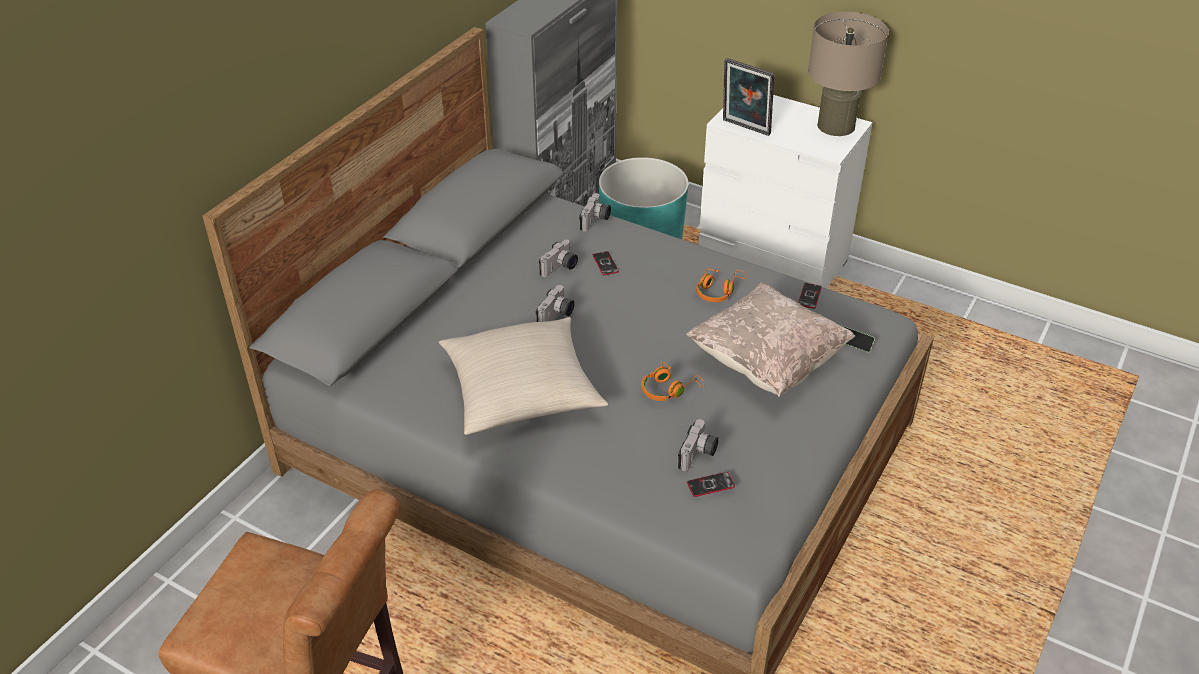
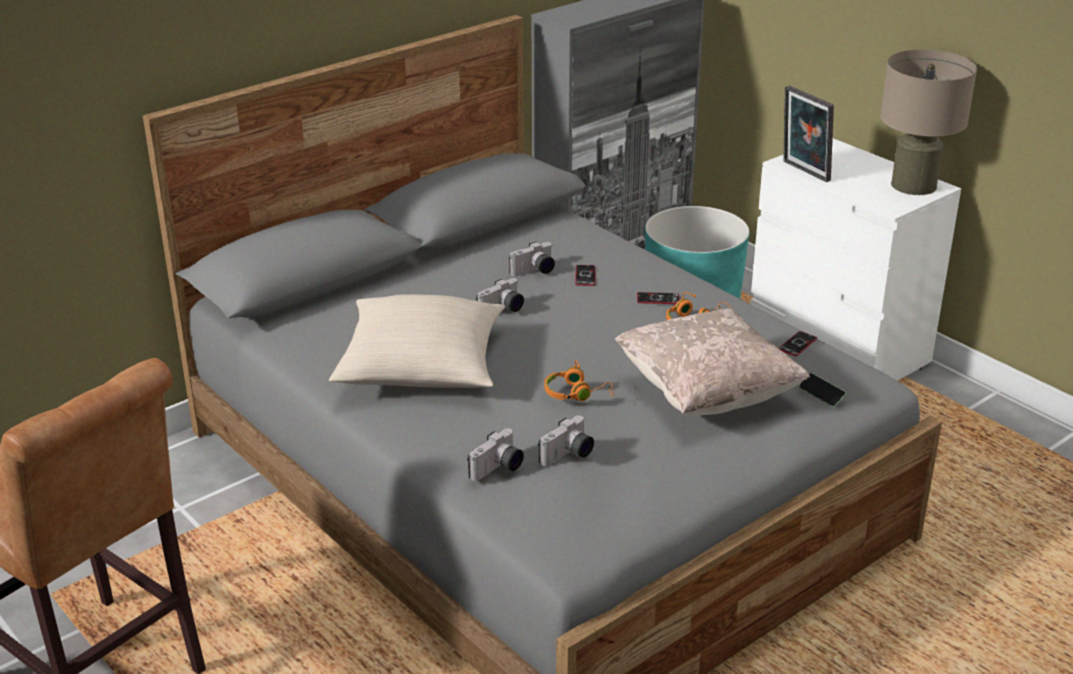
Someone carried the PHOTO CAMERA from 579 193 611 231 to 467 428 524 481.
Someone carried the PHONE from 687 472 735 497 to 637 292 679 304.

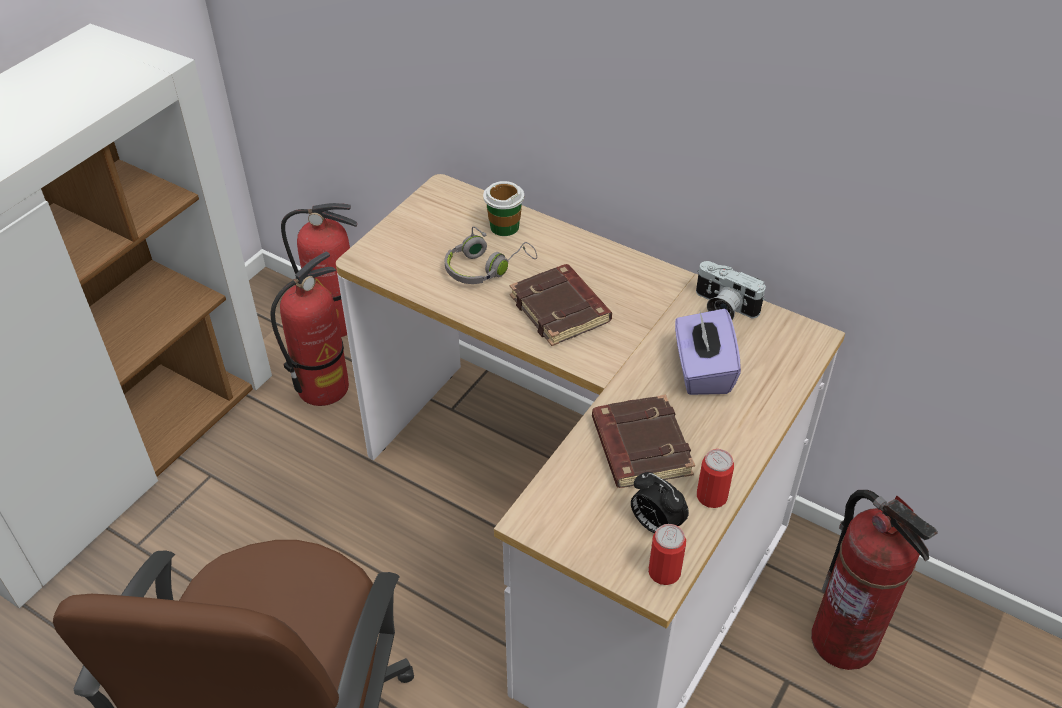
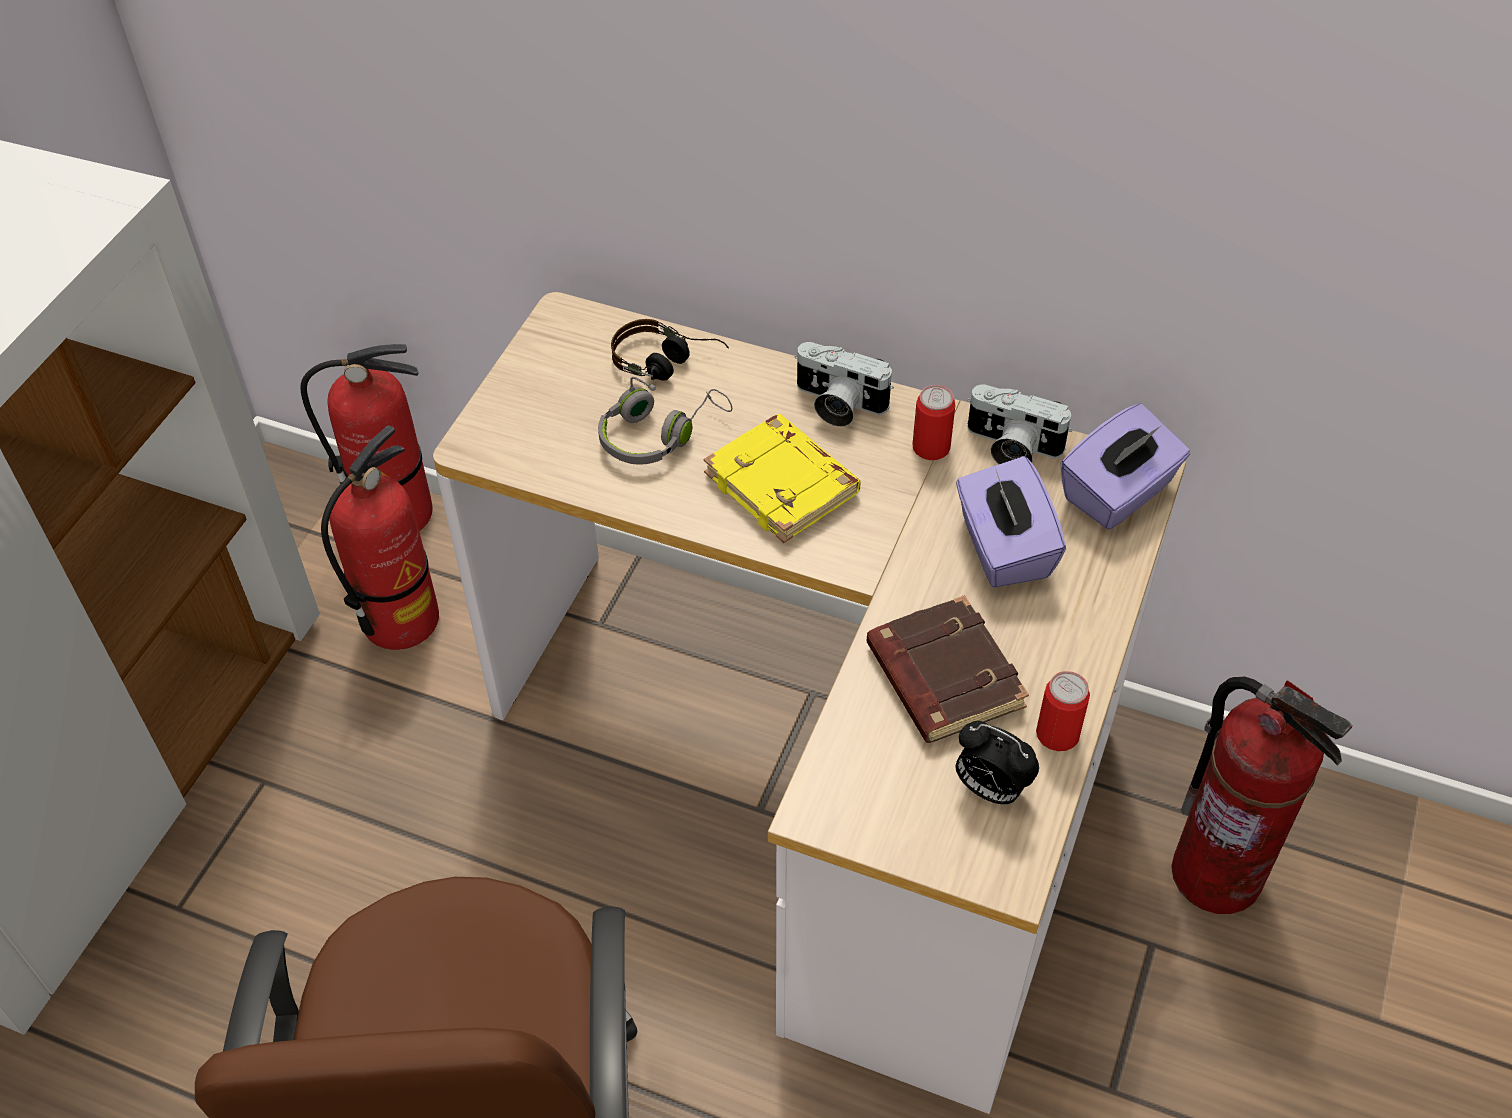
Someone put down the PHOTO CAMERA at 795 342 894 427.
Someone put down the PURPLE TISSUE BOX at 1060 404 1190 529.
Someone carried the CAN from 648 524 686 585 to 912 385 955 460.
Someone swapped the CUP at 483 181 524 236 for the HEADPHONES at 611 319 729 381.
Someone repainted the BROWN BOOK at 510 264 612 346, which became the YELLOW BOOK at 704 414 861 543.

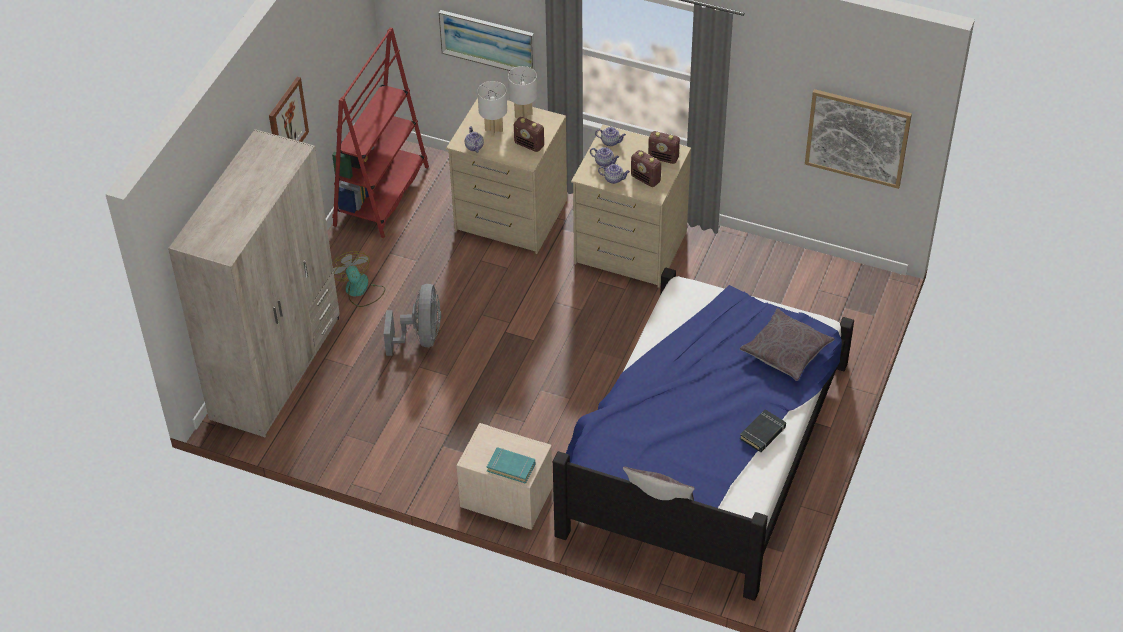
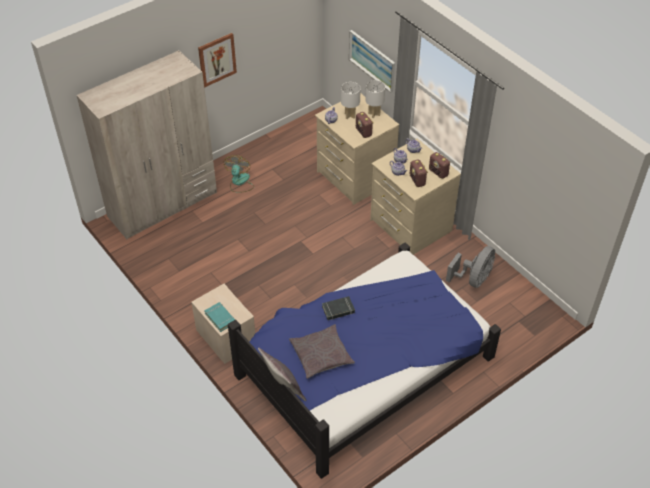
Someone took away the RED BOOKCASE at 332 28 429 238.
Someone took away the PICTURE at 805 89 912 189.
Someone carried the GREY FAN from 384 284 441 356 to 446 246 495 288.
Someone carried the GREY PILLOW from 740 308 835 381 to 289 324 355 379.
Someone carried the BLACK BOOK from 740 409 786 452 to 322 296 355 320.

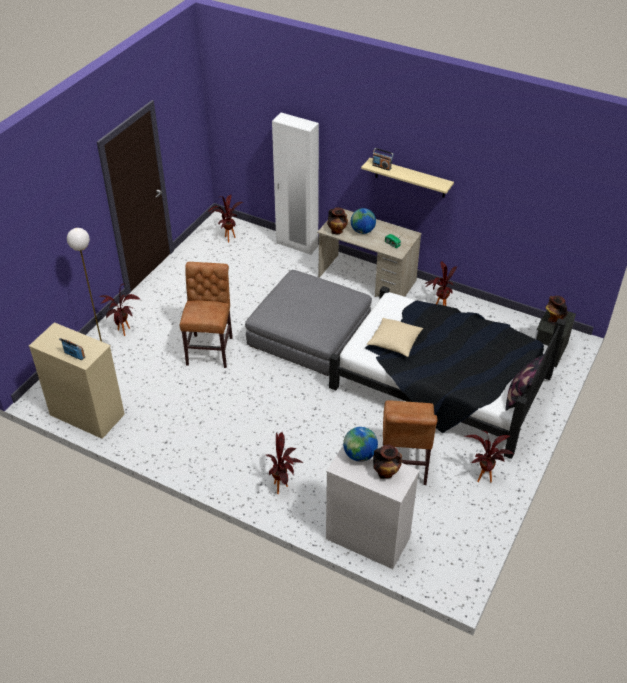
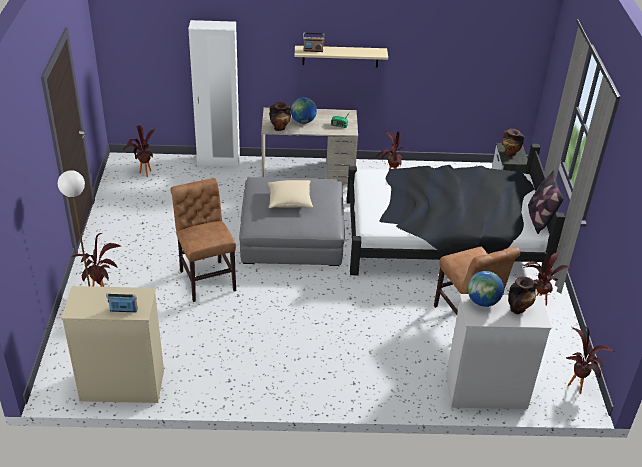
Someone carried the POTTED PLANT from 265 432 303 494 to 566 325 615 394.
Someone carried the BEIGE PILLOW from 367 318 424 357 to 268 180 313 208.

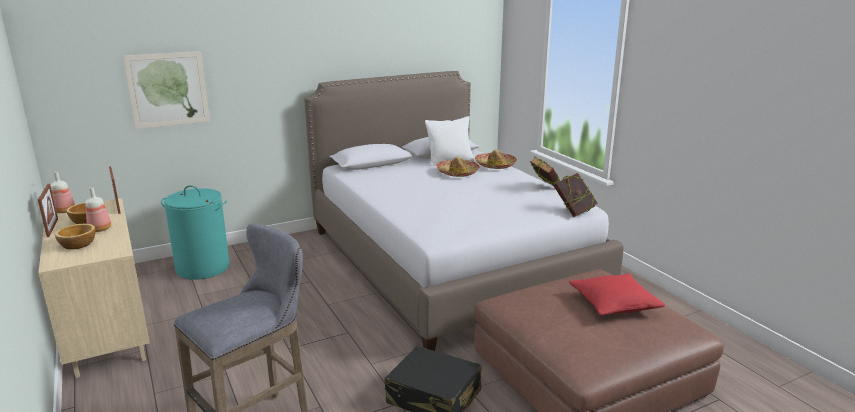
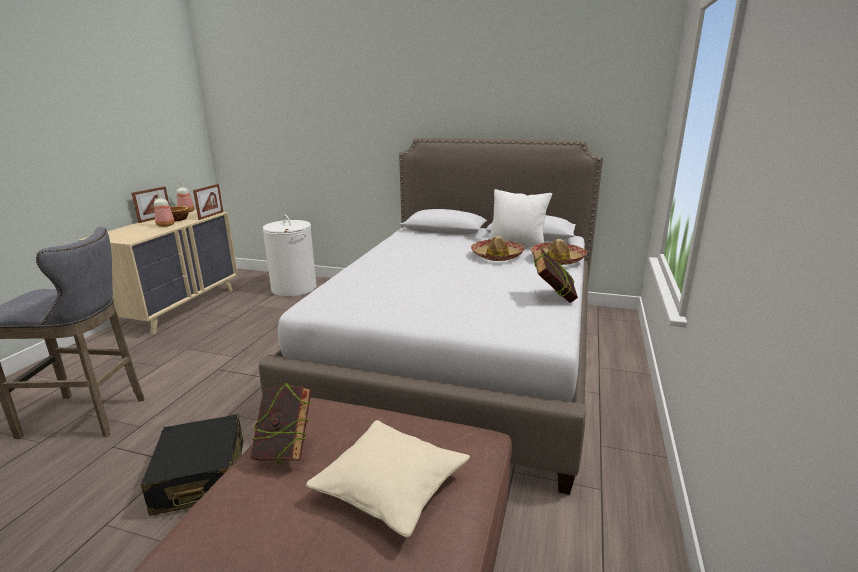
Someone took away the BOWL at 55 224 96 249.
Someone took away the PICTURE at 123 51 210 129.
Someone carried the BOOK from 554 173 598 217 to 250 383 311 463.
Someone repainted the TURQUOISE LAUNDRY BASKET at 161 185 230 280, which became the WHITE LAUNDRY BASKET at 263 214 317 297.
Someone repainted the RED PILLOW at 569 273 665 315, which became the BEIGE PILLOW at 306 420 470 538.

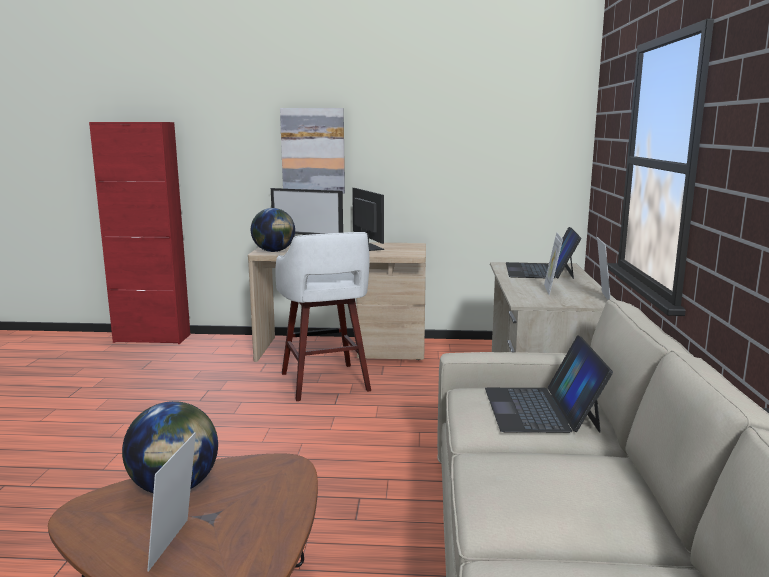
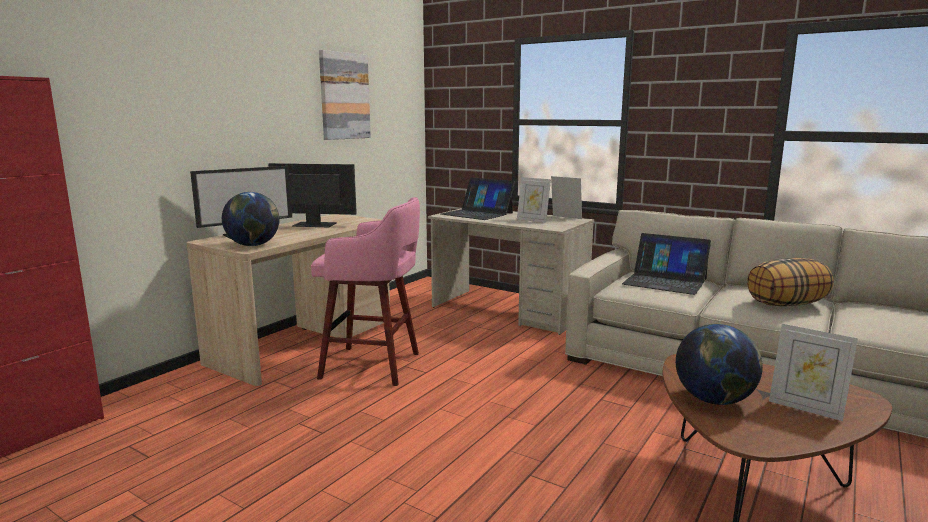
Someone put down the PILLOW at 747 258 834 306.
Someone carried the PICTURE from 280 108 345 194 to 319 50 371 140.
Someone repainted the WHITE STOOL at 275 232 371 401, which became the PINK STOOL at 311 197 420 386.

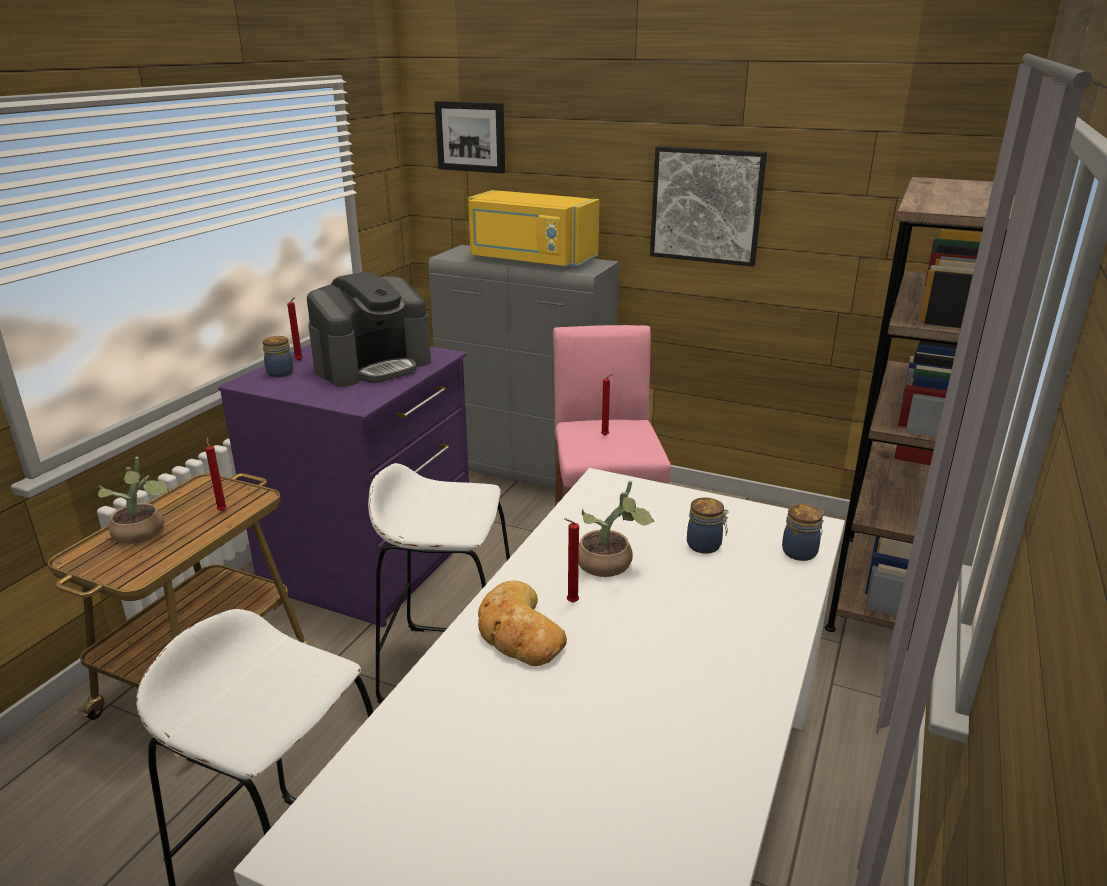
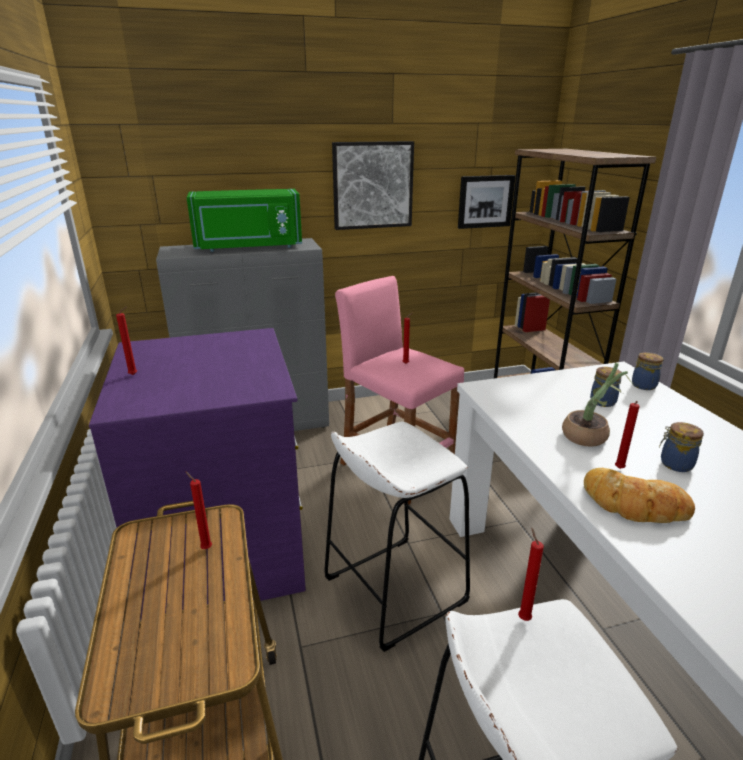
Someone took away the POTTED PLANT at 98 457 169 544.
Someone took away the COFFEE MACHINE at 307 272 431 387.
Someone put down the RED CANDLE at 518 528 544 621.
Someone carried the JAR from 262 336 293 377 to 659 422 704 472.
Someone carried the PICTURE from 435 101 505 173 to 458 175 516 229.
Someone repainted the YELLOW MICROWAVE at 468 190 600 269, which became the GREEN MICROWAVE at 186 189 302 252.

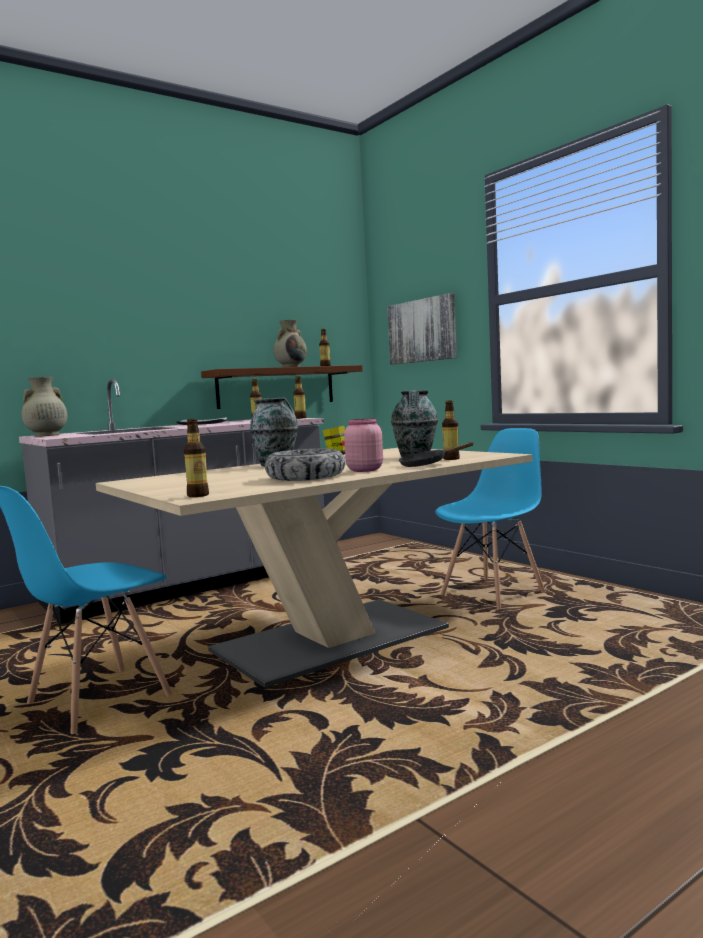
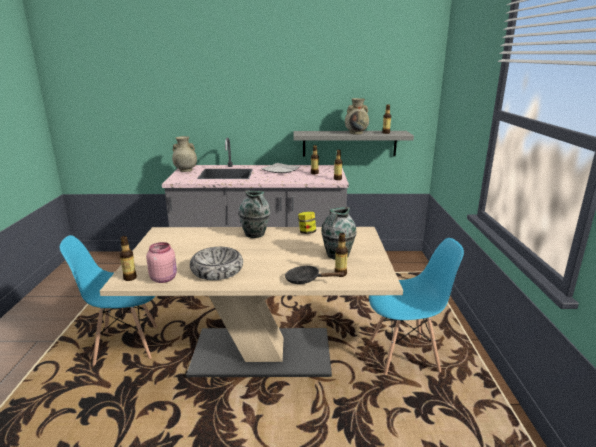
Someone took away the PICTURE at 387 293 457 365.
Someone carried the PINK JAR from 344 419 383 472 to 146 242 177 283.
Someone repainted the BROWN SHELF at 201 365 363 409, which became the GREY SHELF at 293 131 414 156.

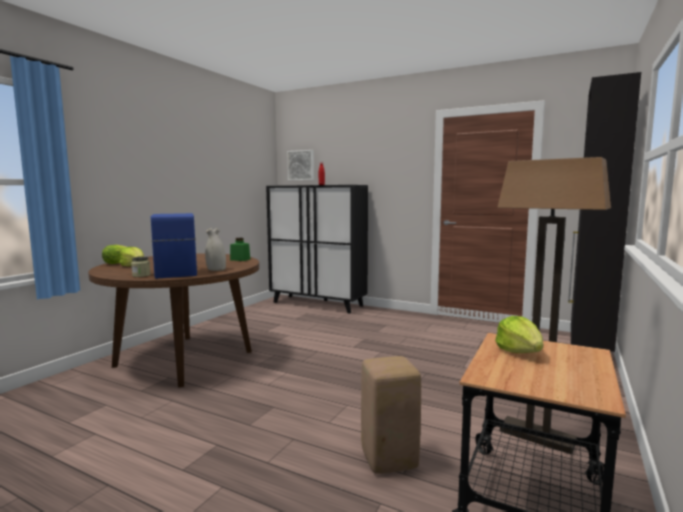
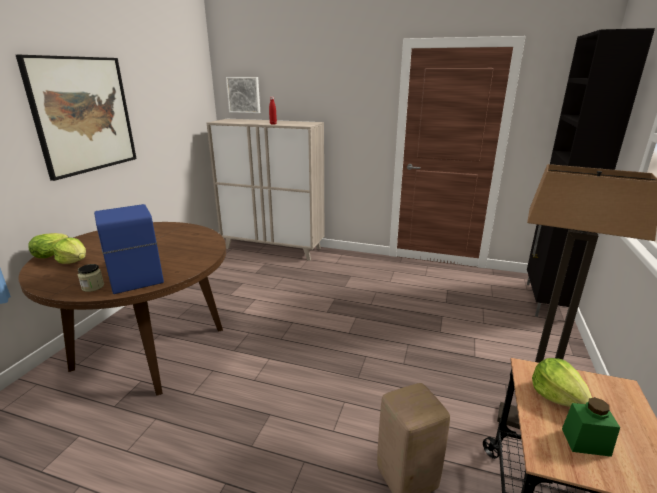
Someone took away the WHITE VASE at 205 228 226 271.
Someone put up the PICTURE at 16 55 137 181.
Someone carried the GREEN JAR from 230 238 250 261 to 562 397 620 457.
Someone repainted the BLACK CABINET at 266 185 368 314, which became the BEIGE CABINET at 207 119 325 261.

